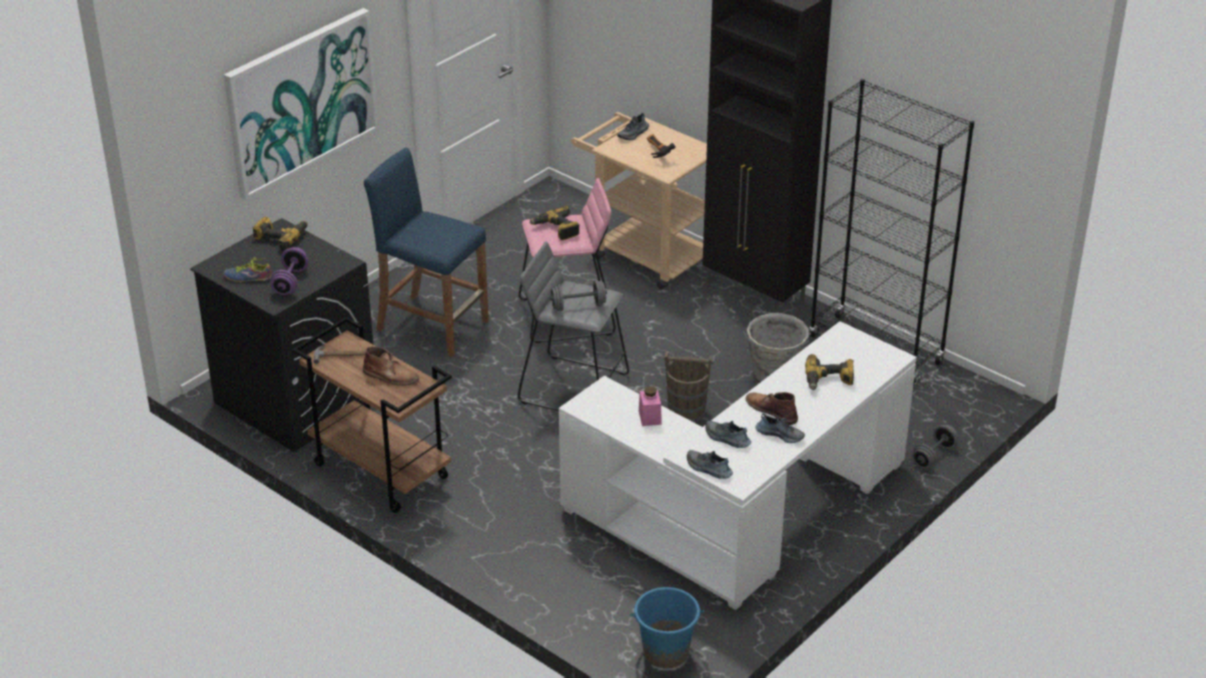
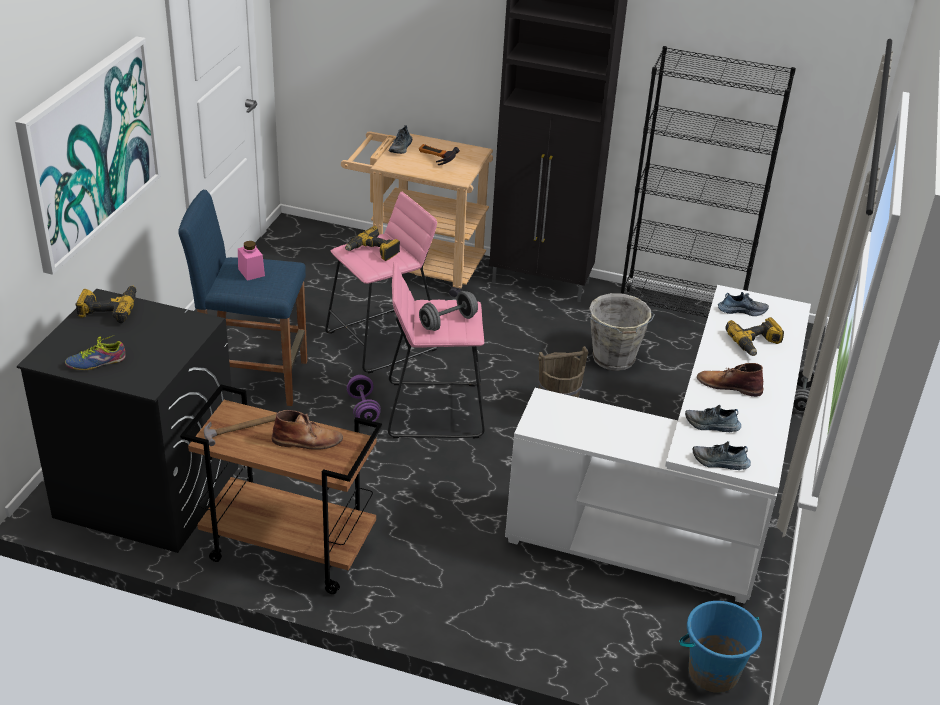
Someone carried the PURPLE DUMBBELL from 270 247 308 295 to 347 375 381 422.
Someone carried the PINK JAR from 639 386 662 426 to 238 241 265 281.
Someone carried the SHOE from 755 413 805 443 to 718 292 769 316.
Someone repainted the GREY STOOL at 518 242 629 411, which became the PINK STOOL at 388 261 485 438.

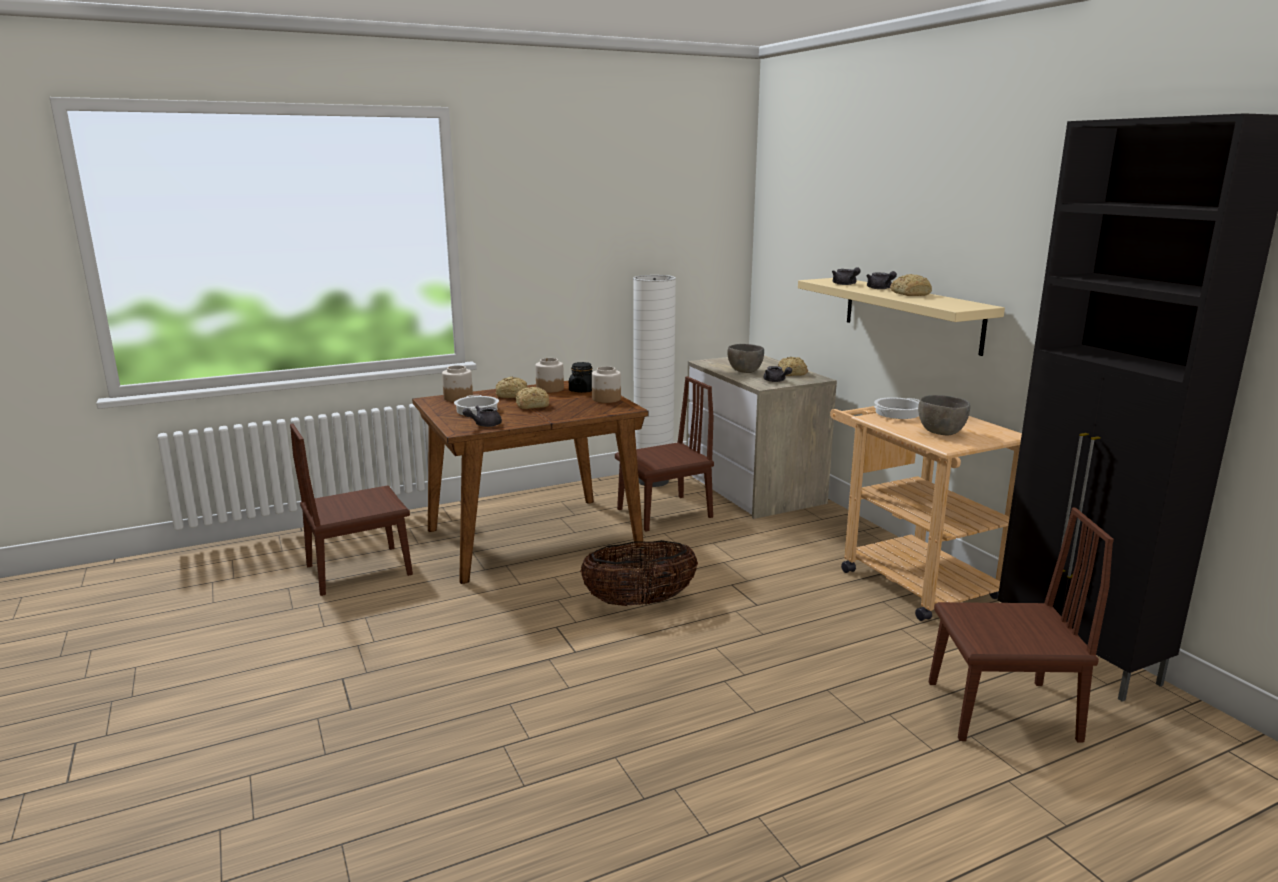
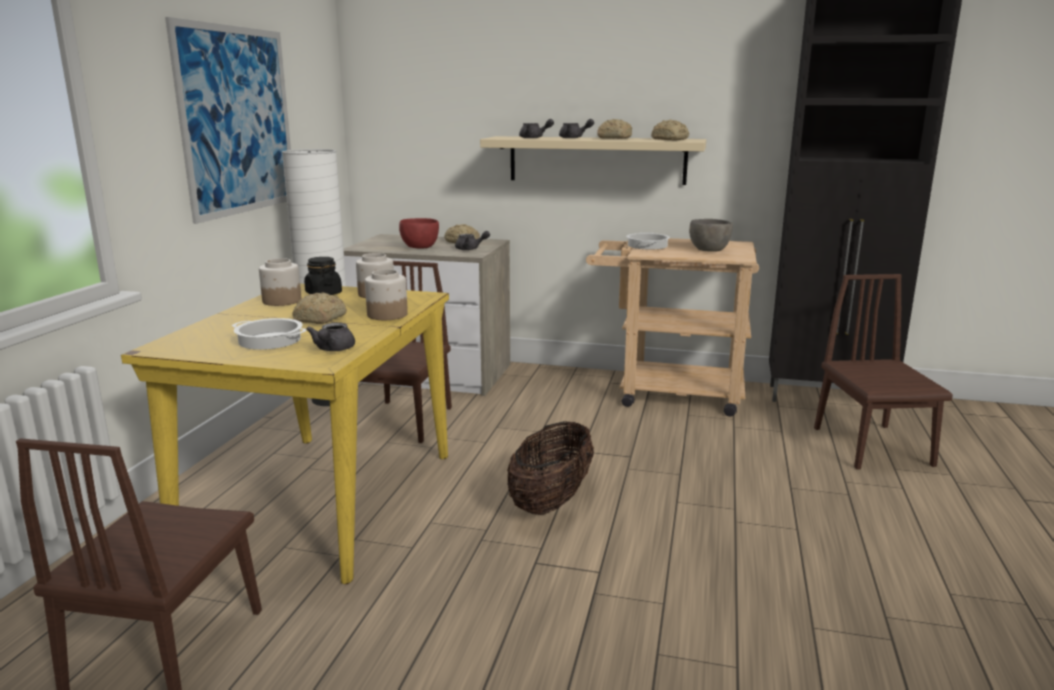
Someone put up the PICTURE at 165 17 291 224.
Someone carried the JAR from 442 365 473 402 to 365 269 408 320.
Someone carried the BREAD from 496 377 527 398 to 651 120 689 141.
Someone repainted the BROWN DINING TABLE at 412 381 648 584, which became the YELLOW DINING TABLE at 121 284 449 584.
Someone repainted the GREY BOWL at 727 344 764 373, which became the RED BOWL at 399 218 439 248.
Someone rotated the BROWN CHAIR at 929 508 1114 742 by 45 degrees counterclockwise.

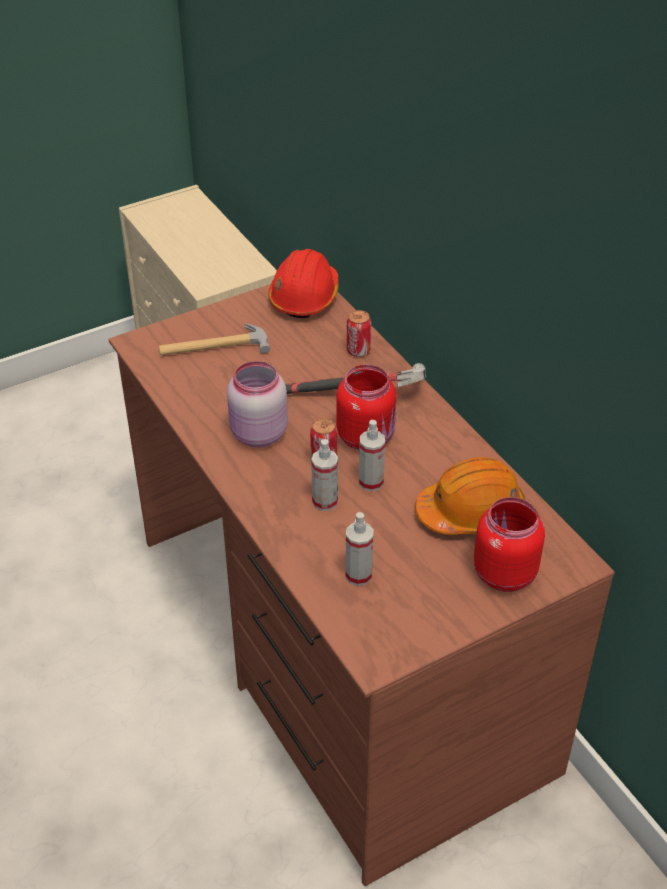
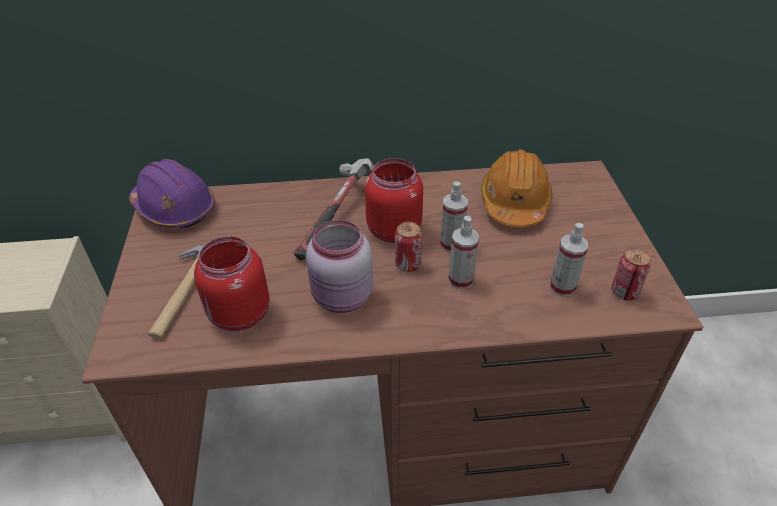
Someone carried the CAN from 347 310 371 357 to 611 248 651 300.
Someone carried the RED JAR from 474 497 545 592 to 194 236 270 332.
Someone repainted the RED HARD HAT at 268 249 339 318, which became the PURPLE HARD HAT at 129 159 215 228.

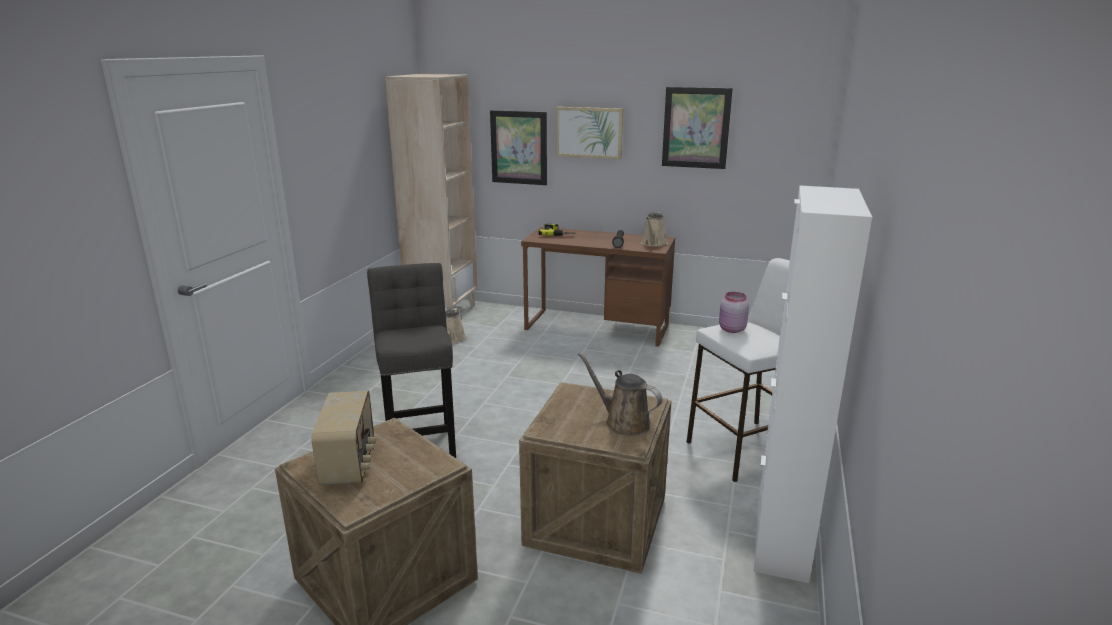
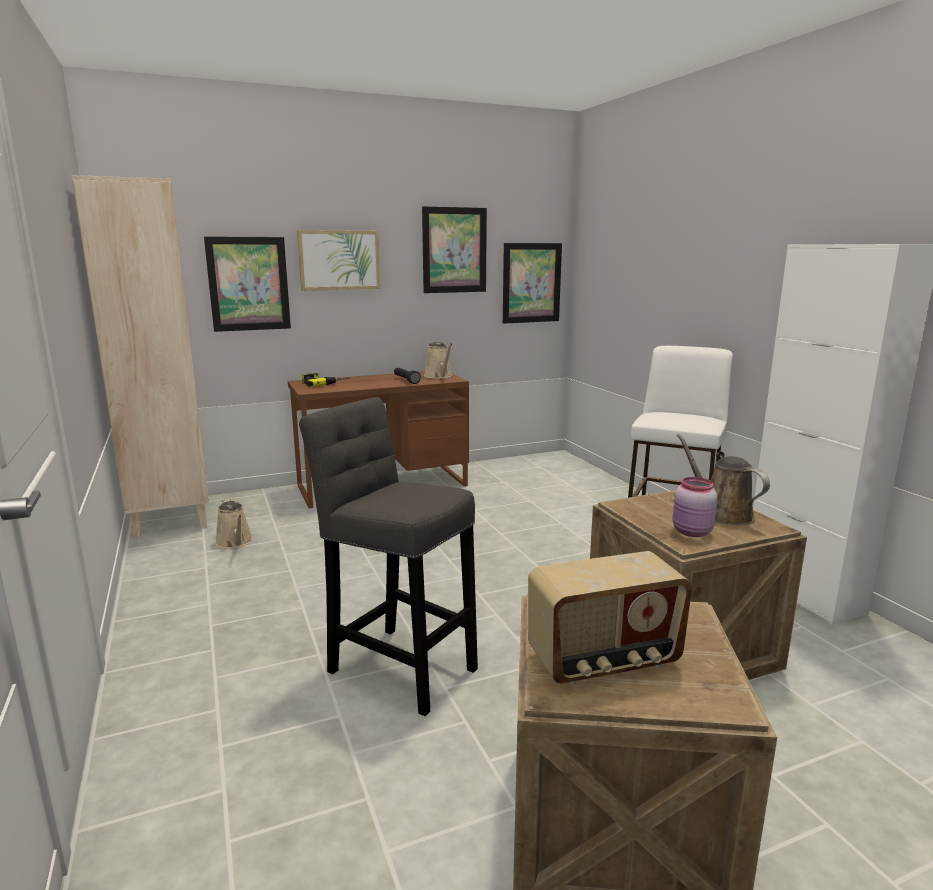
Someone put up the PICTURE at 503 243 562 324.
Someone carried the PINK JAR from 719 292 749 333 to 672 477 718 537.
Someone rotated the RADIO at 312 391 376 485 by 120 degrees clockwise.
Someone rotated the BROWN WATERING CAN at 578 353 662 436 by 60 degrees clockwise.

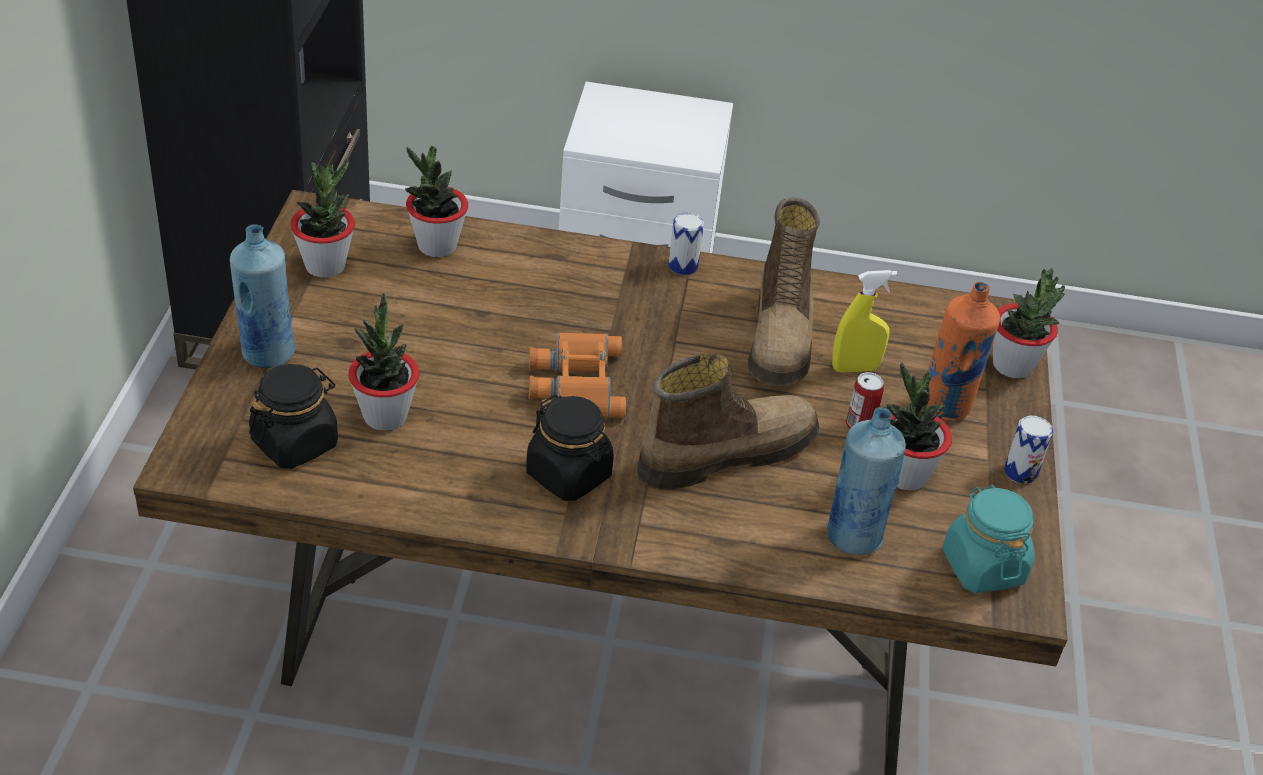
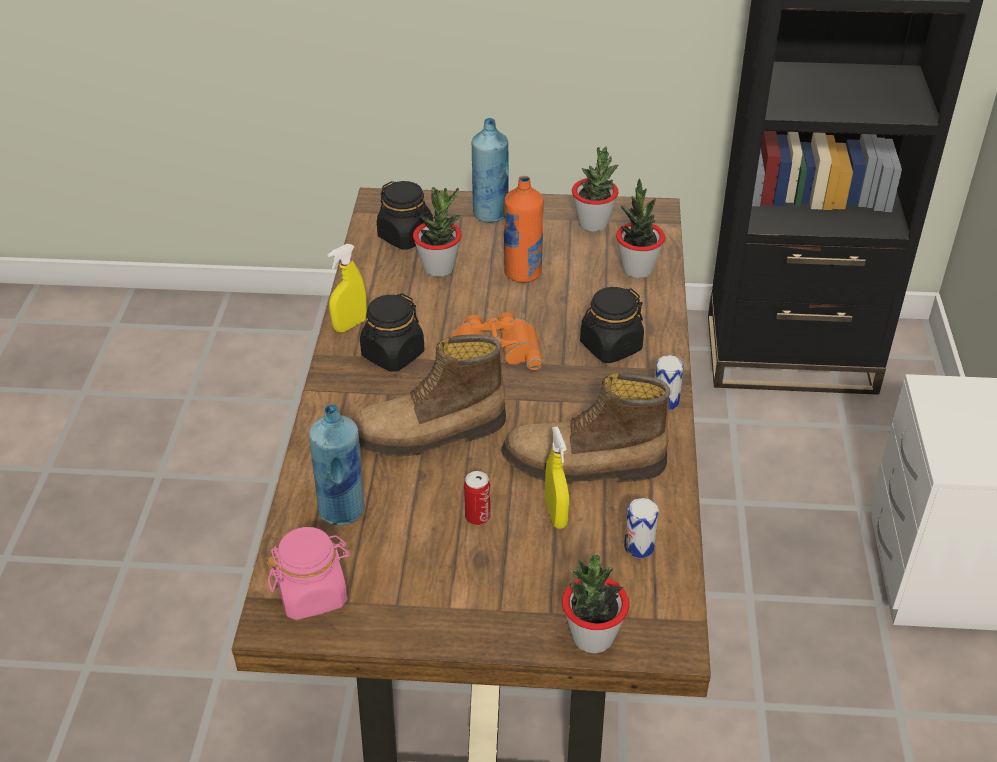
Someone took away the POTTED PLANT at 886 363 952 491.
Someone put down the YELLOW SPRAY BOTTLE at 328 244 367 333.
Someone put down the BLACK JAR at 580 287 644 363.
Someone carried the ORANGE BOTTLE from 927 282 1000 421 to 503 176 544 283.
Someone carried the CAN from 1004 416 1053 484 to 624 498 659 558.
Someone repainted the TURQUOISE JAR at 942 485 1035 593, which became the PINK JAR at 267 527 350 620.
Someone rotated the BOOT at 637 353 819 490 by 105 degrees clockwise.

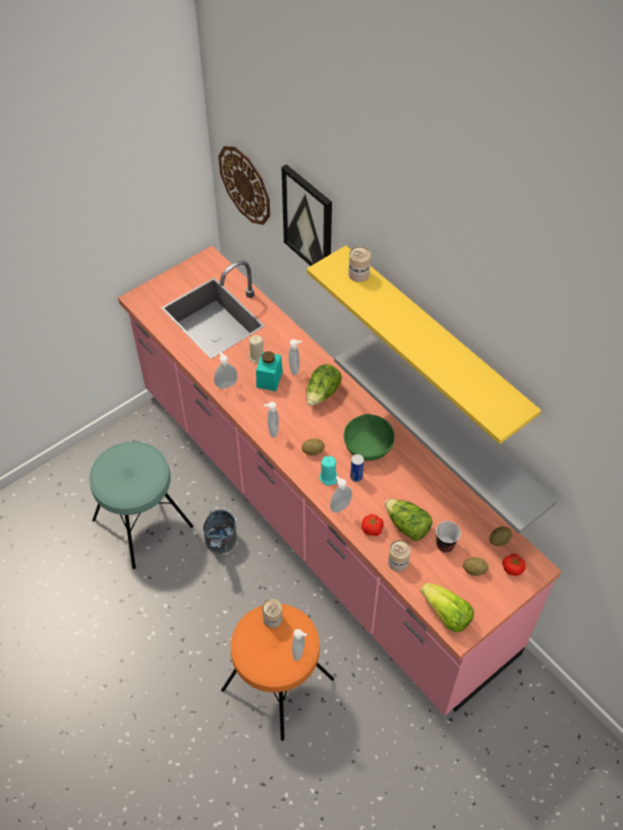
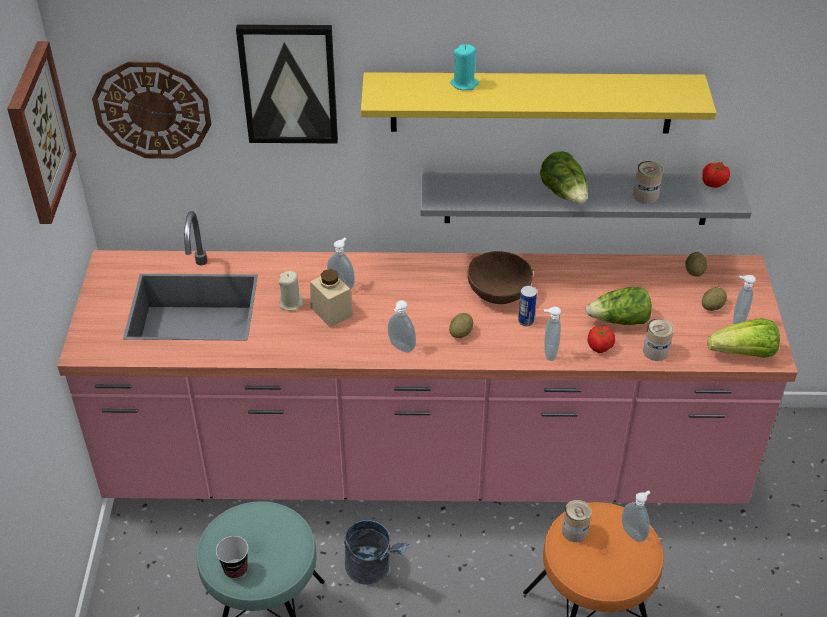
Someone put up the PICTURE at 7 41 76 224.
Someone carried the SOAP DISPENSER from 214 352 238 389 to 733 275 756 324.
Someone carried the LETTUCE from 306 364 342 406 to 540 151 588 204.
Someone carried the TURQUOISE CANDLE from 320 456 338 486 to 450 44 479 90.
Someone carried the CAN from 348 247 371 282 to 633 161 663 204.
Someone carried the CUP from 436 521 461 553 to 216 536 248 579.
Someone carried the TOMATO from 502 554 526 576 to 702 162 730 188.
Someone repainted the TURQUOISE JAR at 256 351 283 391, which became the BEIGE JAR at 310 269 353 327.
Someone repainted the GREEN BOWL at 344 414 395 461, which became the BROWN BOWL at 468 251 533 304.

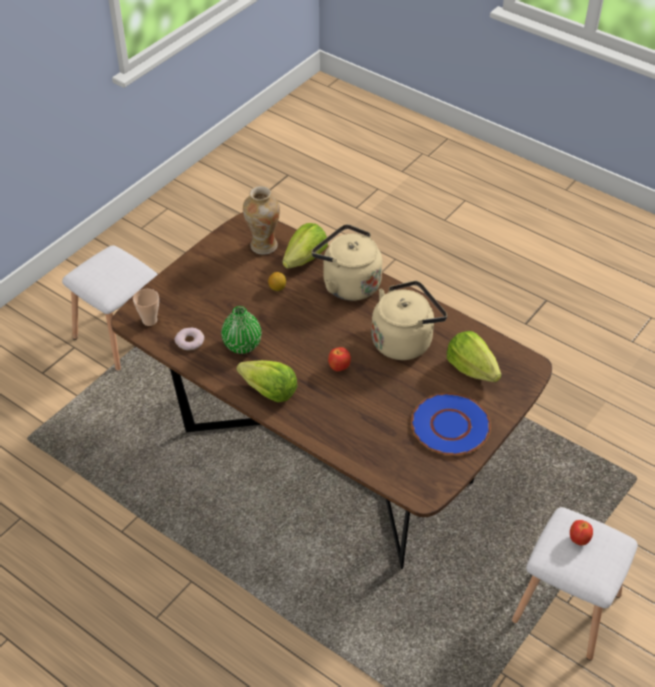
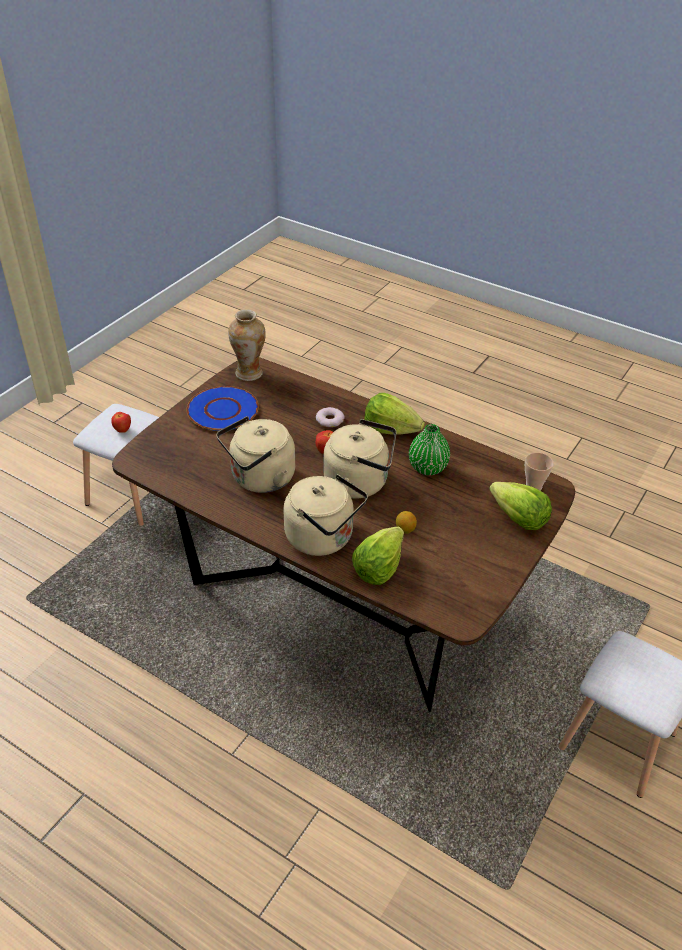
Someone put down the BEIGE KETTLE at 323 419 397 499.
Someone carried the DONUT from 175 328 204 350 to 316 407 345 427.
Someone carried the VASE from 243 186 280 255 to 228 309 266 381.
Someone carried the LETTUCE from 447 331 501 382 to 489 482 552 530.

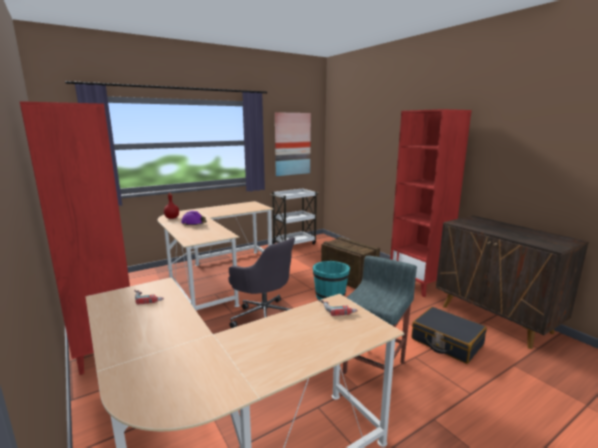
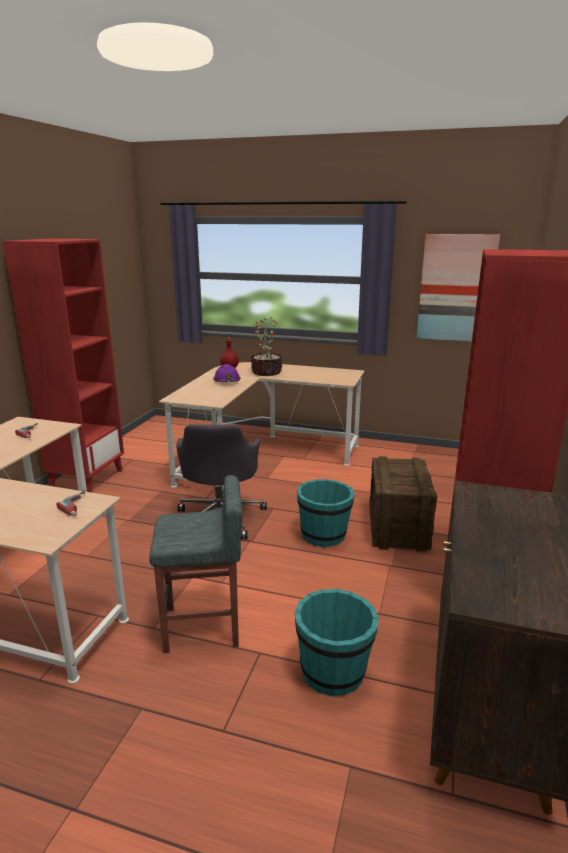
Someone took away the WHITE CART at 270 188 318 245.
Someone put down the POTTED PLANT at 251 317 283 376.
Someone swapped the BLACK SUITCASE at 412 307 487 364 for the TURQUOISE BUCKET at 295 589 379 696.

